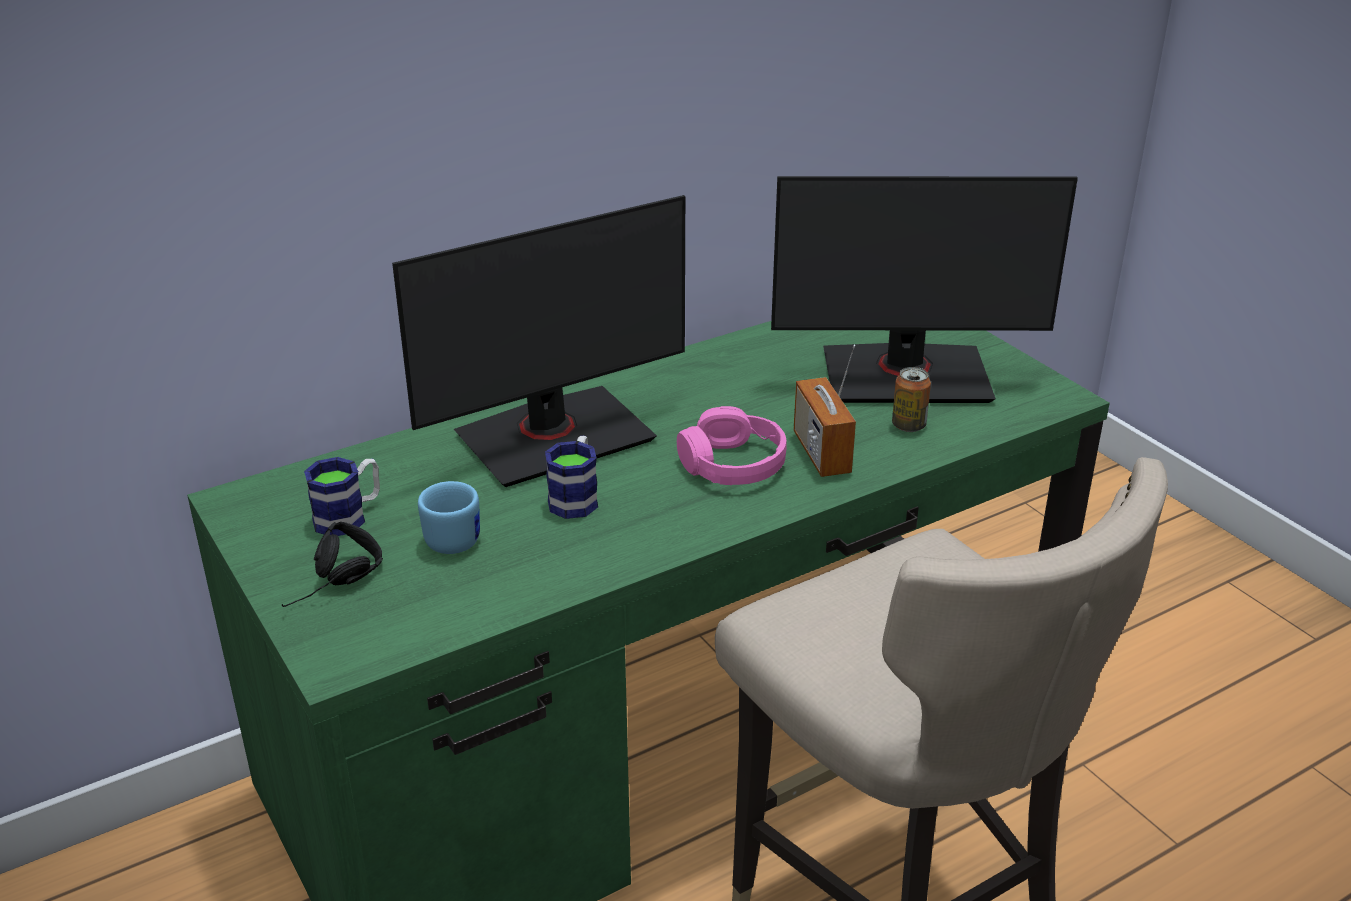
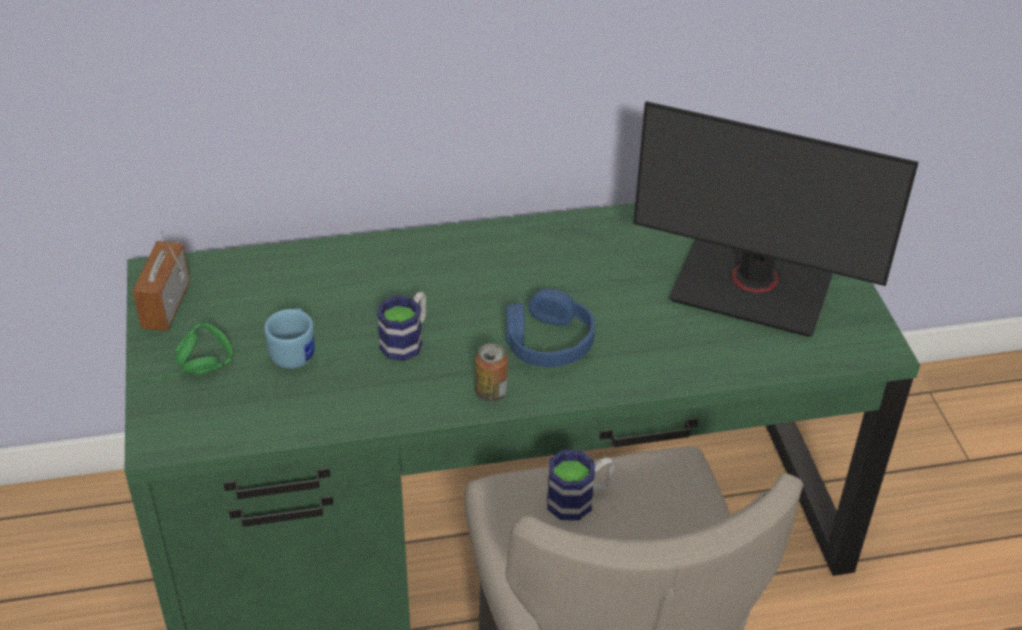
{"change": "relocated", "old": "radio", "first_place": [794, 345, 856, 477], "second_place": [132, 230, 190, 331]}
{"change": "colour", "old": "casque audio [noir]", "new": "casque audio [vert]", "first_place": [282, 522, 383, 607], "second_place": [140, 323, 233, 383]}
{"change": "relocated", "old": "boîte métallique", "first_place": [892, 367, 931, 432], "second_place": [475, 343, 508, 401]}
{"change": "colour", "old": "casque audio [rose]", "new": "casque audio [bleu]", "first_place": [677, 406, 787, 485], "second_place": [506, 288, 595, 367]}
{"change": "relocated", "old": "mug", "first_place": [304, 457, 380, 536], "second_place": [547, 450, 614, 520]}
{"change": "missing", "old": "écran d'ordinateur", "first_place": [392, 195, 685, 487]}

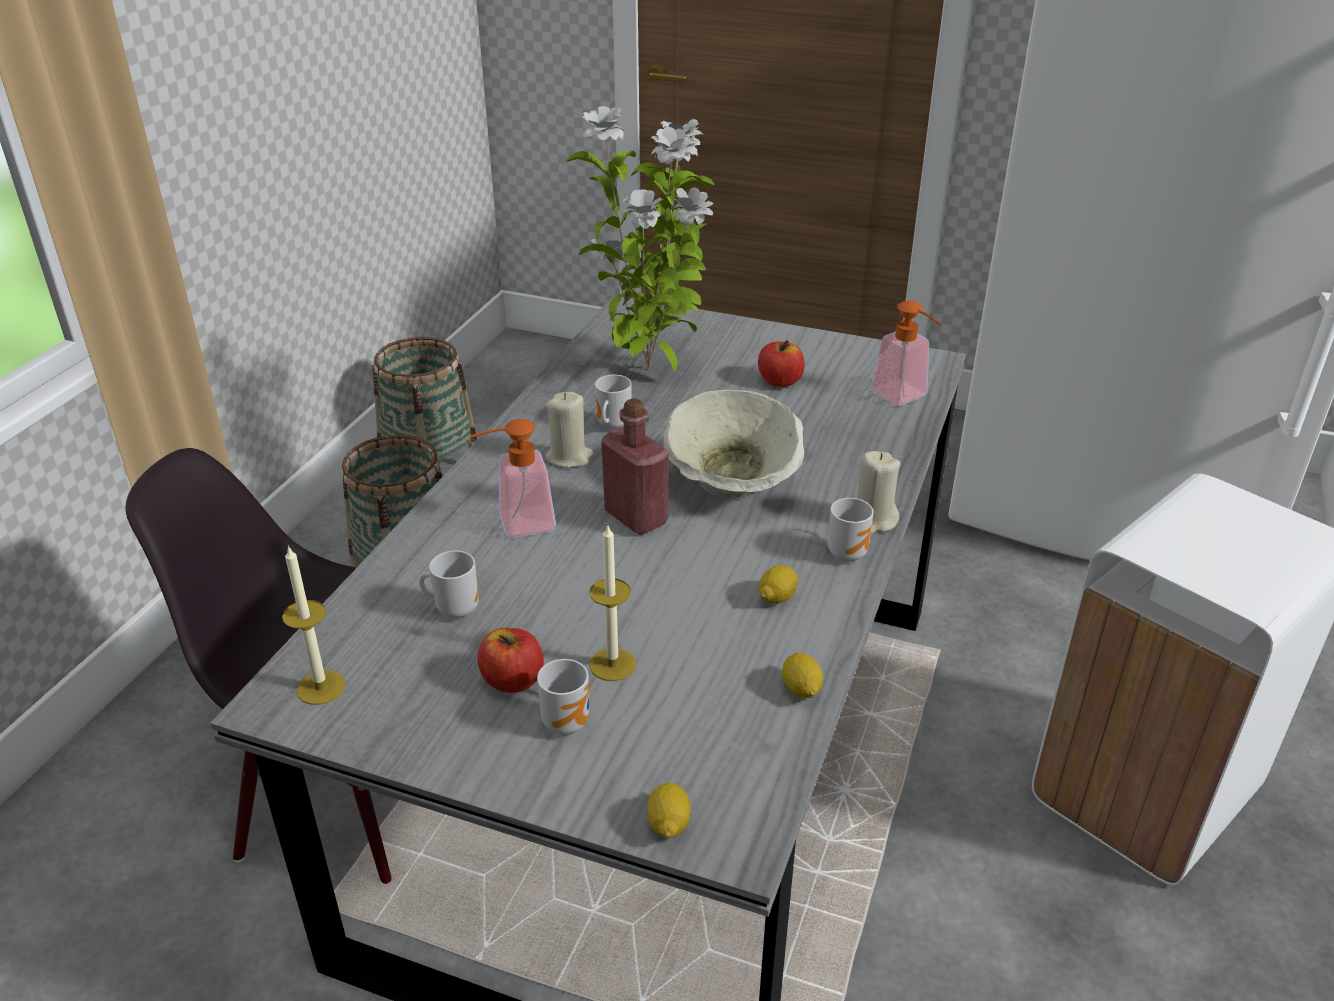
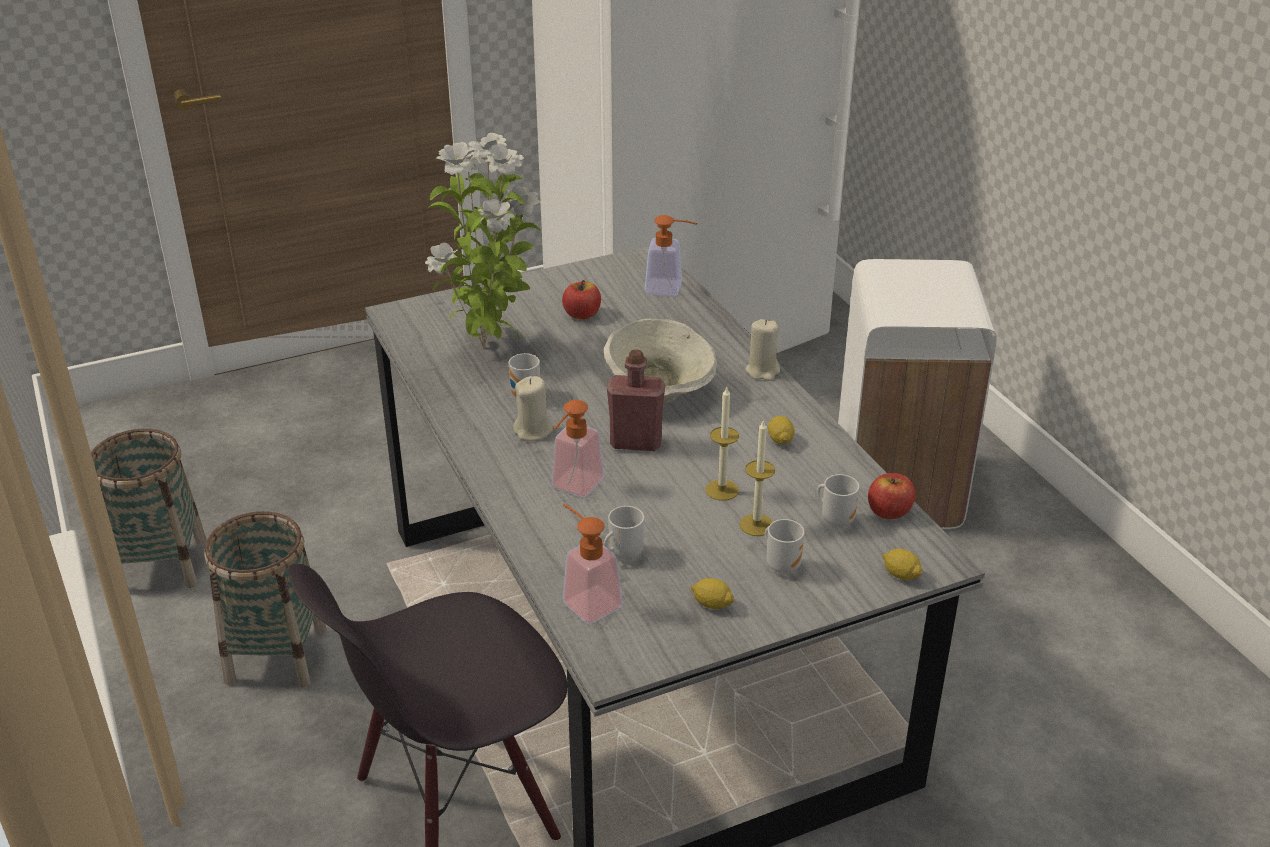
{"change": "appeared", "new": "distributeur de savon", "second_place": [563, 504, 623, 624]}
{"change": "relocated", "old": "citron", "first_place": [782, 653, 823, 698], "second_place": [690, 578, 735, 609]}
{"change": "relocated", "old": "bougie", "first_place": [282, 545, 346, 705], "second_place": [705, 386, 739, 501]}
{"change": "relocated", "old": "mug", "first_place": [828, 498, 874, 562], "second_place": [817, 474, 860, 527]}
{"change": "relocated", "old": "pomme", "first_place": [478, 628, 544, 693], "second_place": [868, 473, 915, 519]}

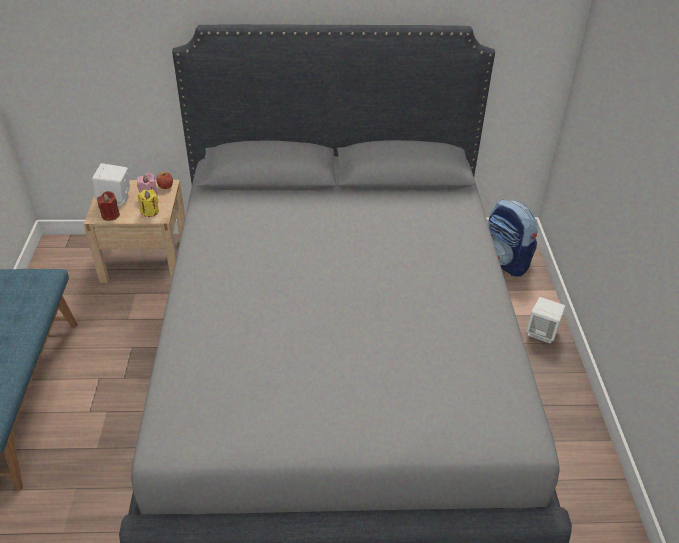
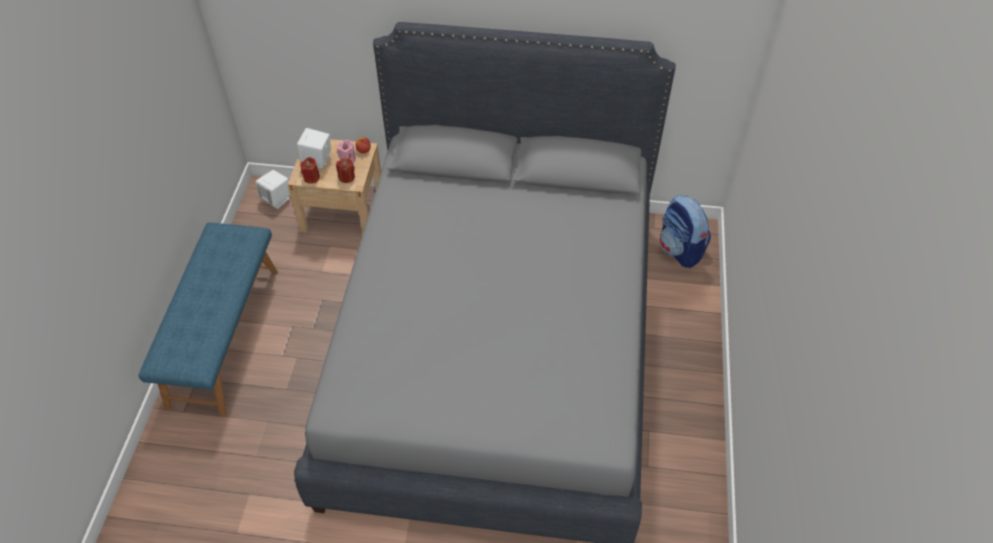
{"change": "relocated", "old": "enceinte [blanc]", "first_place": [526, 297, 565, 343], "second_place": [256, 170, 290, 209]}
{"change": "colour", "old": "bougie [jaune]", "new": "bougie [rouge]", "first_place": [138, 189, 159, 217], "second_place": [336, 158, 355, 183]}

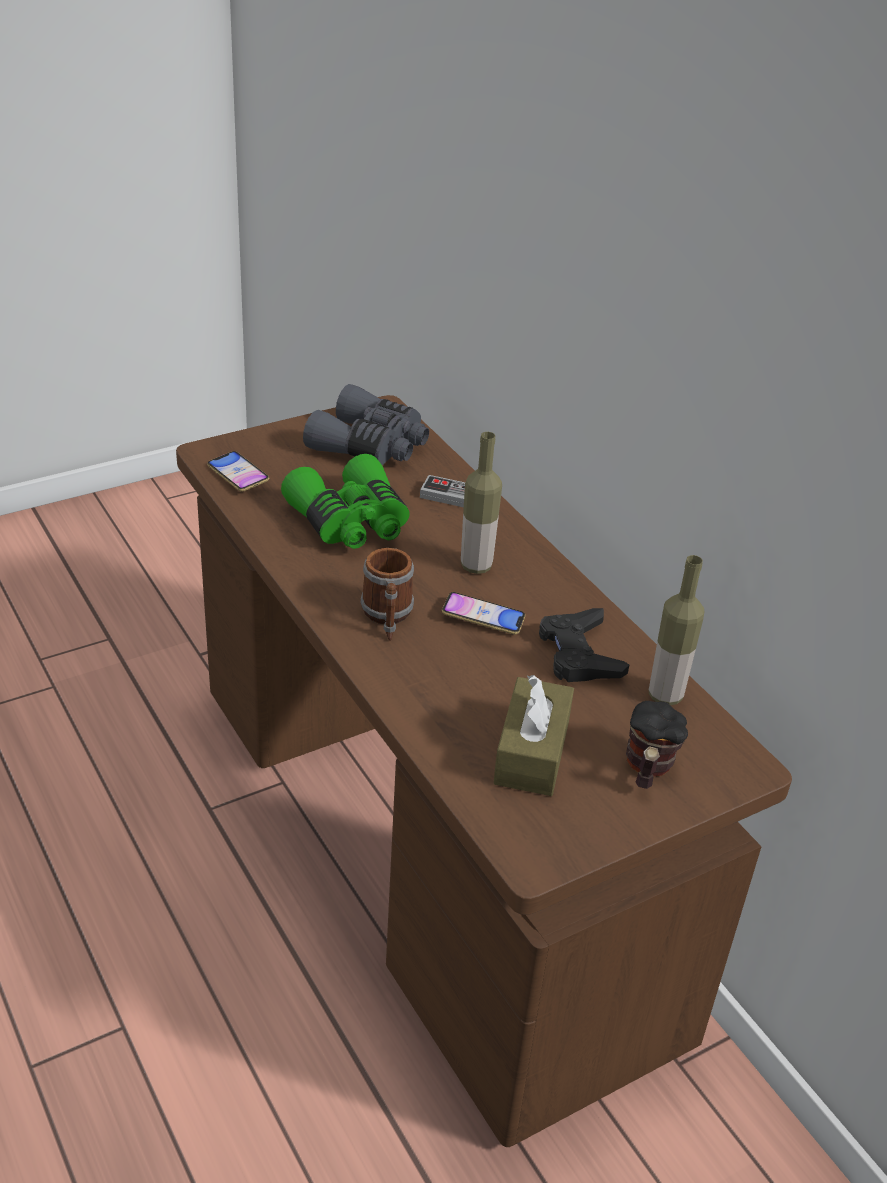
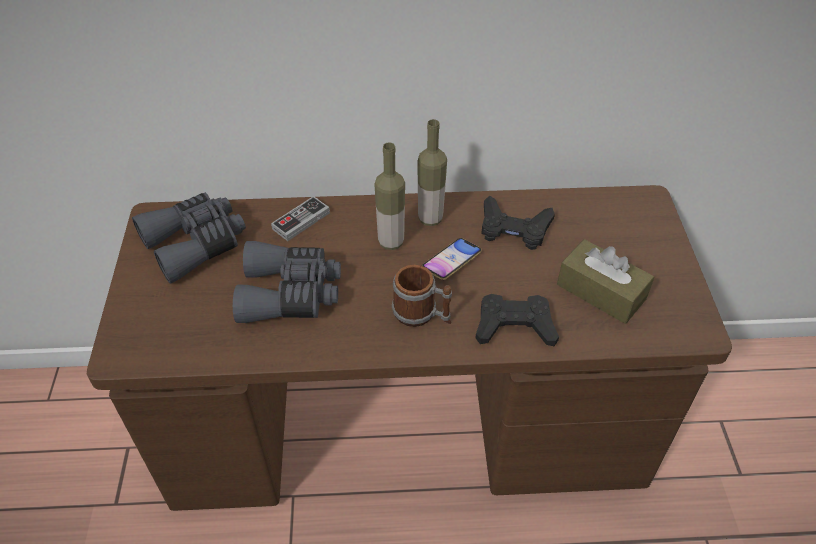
{"change": "colour", "old": "jumelles [vert]", "new": "jumelles [gris]", "first_place": [281, 454, 410, 549], "second_place": [233, 241, 341, 323]}
{"change": "relocated", "old": "bouteille", "first_place": [649, 555, 704, 705], "second_place": [417, 119, 447, 226]}
{"change": "appeared", "new": "manette [noir]", "second_place": [475, 294, 559, 346]}
{"change": "missing", "old": "téléphone", "first_place": [207, 451, 269, 491]}
{"change": "missing", "old": "mug", "first_place": [626, 701, 688, 789]}

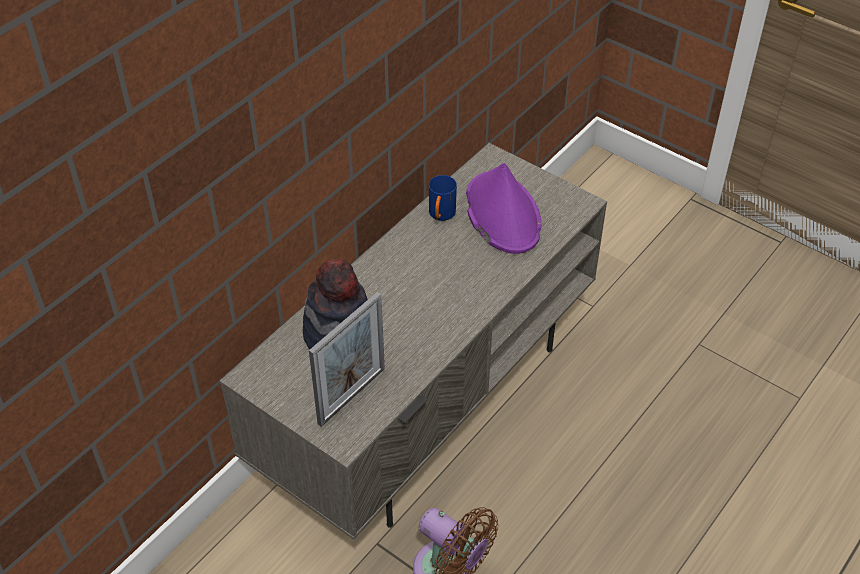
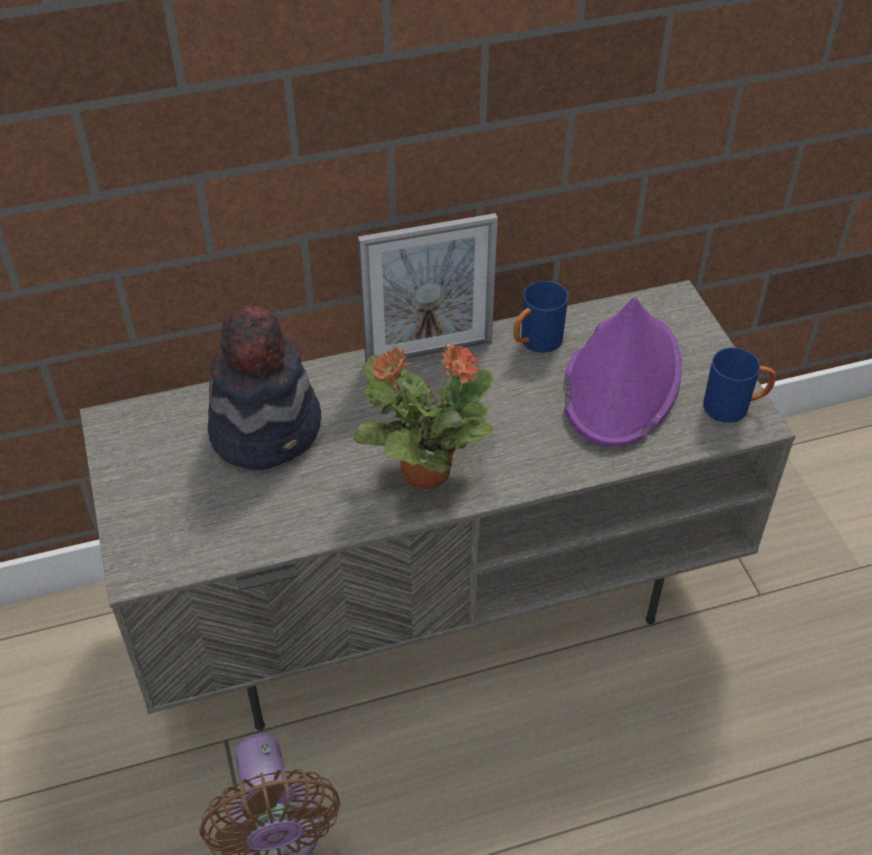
{"change": "appeared", "new": "plante en pot", "second_place": [353, 343, 494, 489]}
{"change": "relocated", "old": "cadre photo", "first_place": [309, 292, 385, 427], "second_place": [358, 213, 498, 362]}
{"change": "appeared", "new": "mug [bleu]", "second_place": [703, 348, 776, 423]}

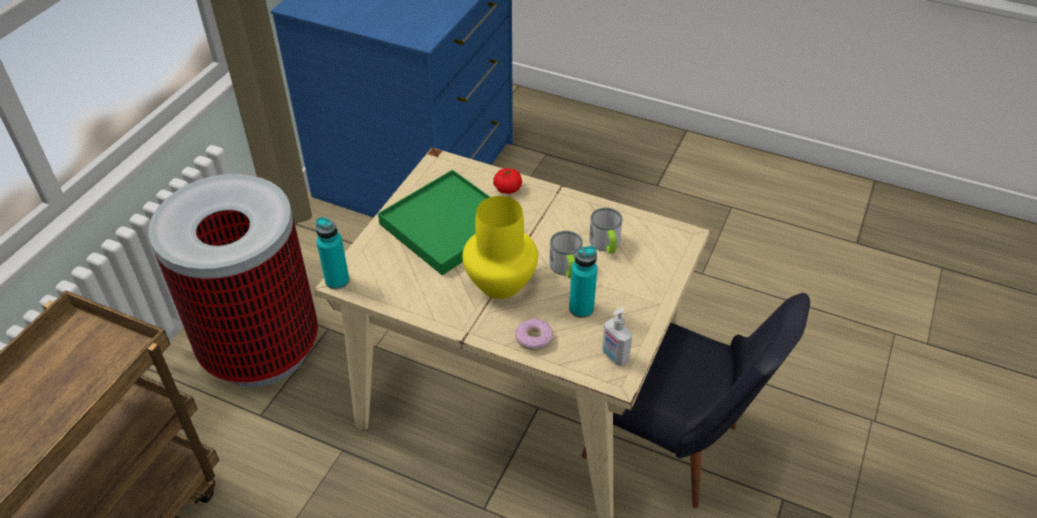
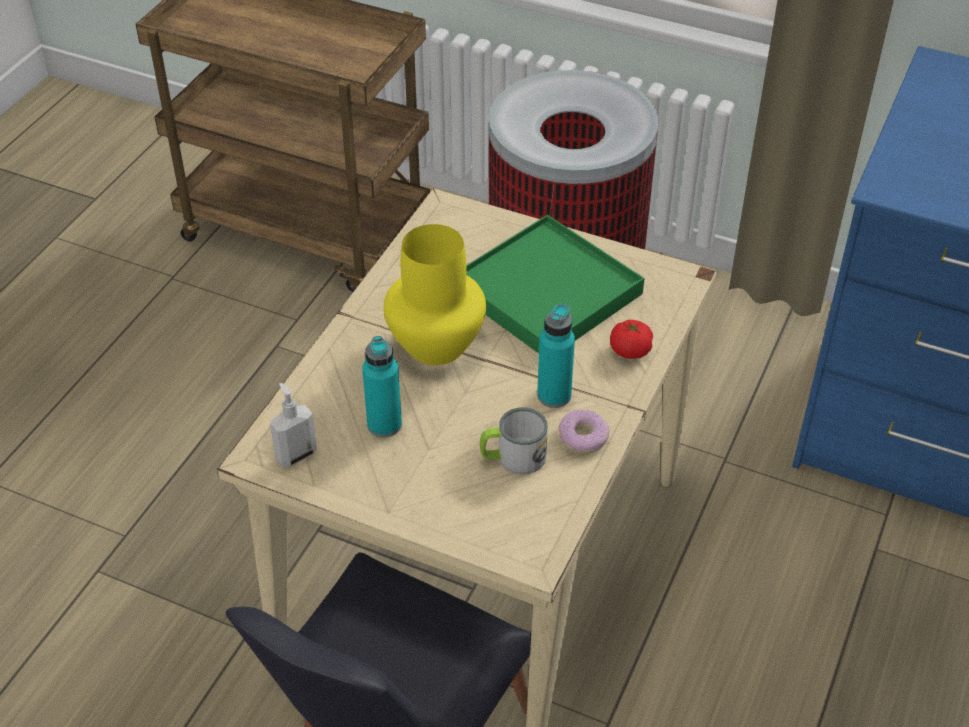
{"change": "relocated", "old": "bouteille [turquoise]", "first_place": [315, 217, 349, 290], "second_place": [537, 303, 575, 408]}
{"change": "relocated", "old": "beignet", "first_place": [515, 319, 554, 350], "second_place": [558, 410, 609, 454]}
{"change": "missing", "old": "mug", "first_place": [549, 231, 583, 278]}

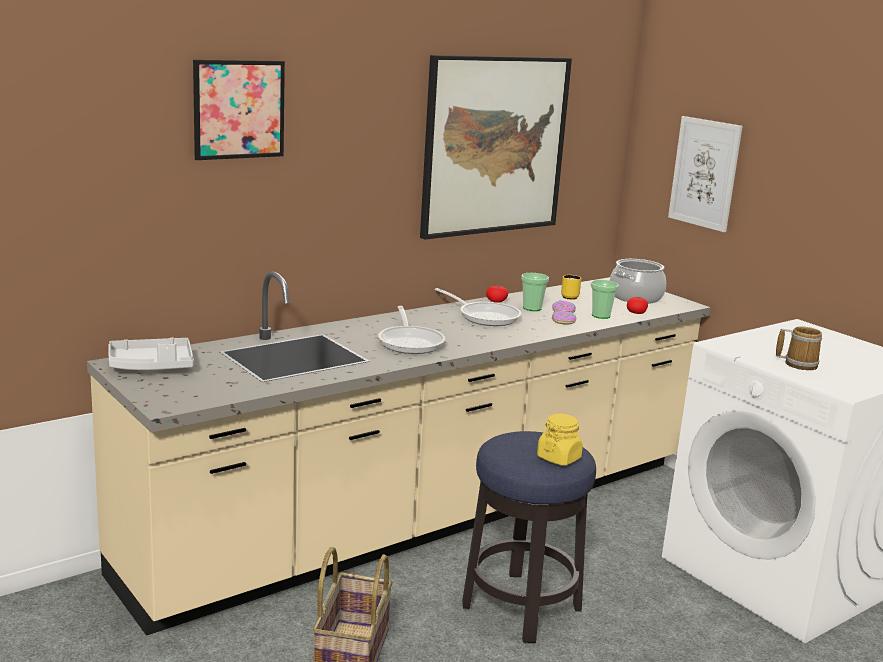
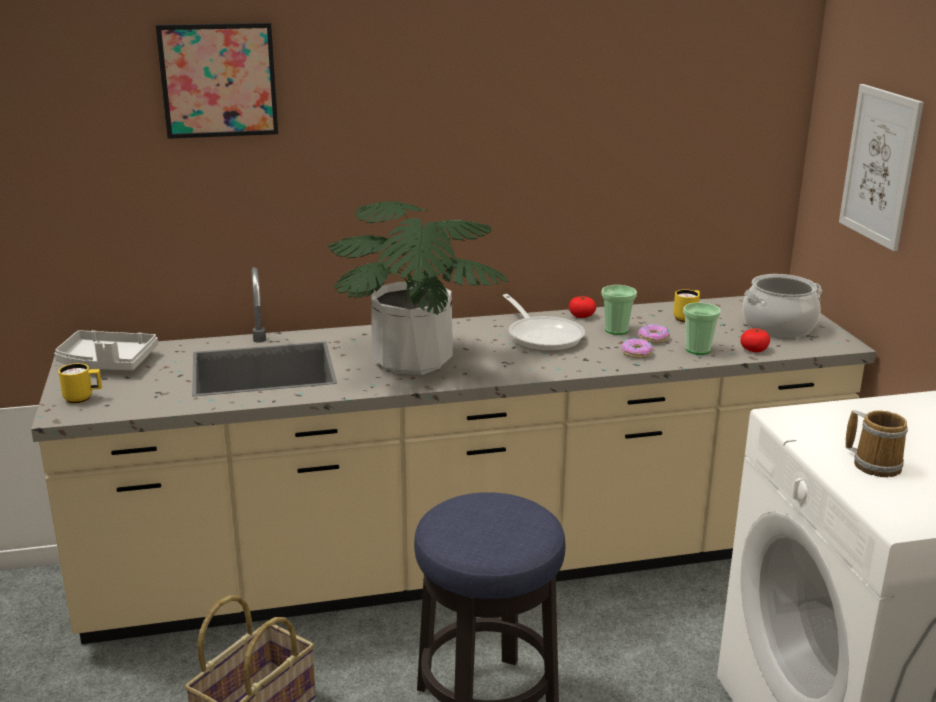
{"change": "appeared", "new": "mug [jaune]", "second_place": [58, 363, 102, 404]}
{"change": "exchanged", "old": "poêle", "new": "plante en pot", "first_place": [378, 306, 445, 354], "second_place": [328, 201, 508, 375]}
{"change": "missing", "old": "tableau", "first_place": [420, 55, 572, 239]}
{"change": "missing", "old": "bocal [jaune]", "first_place": [537, 414, 583, 466]}

